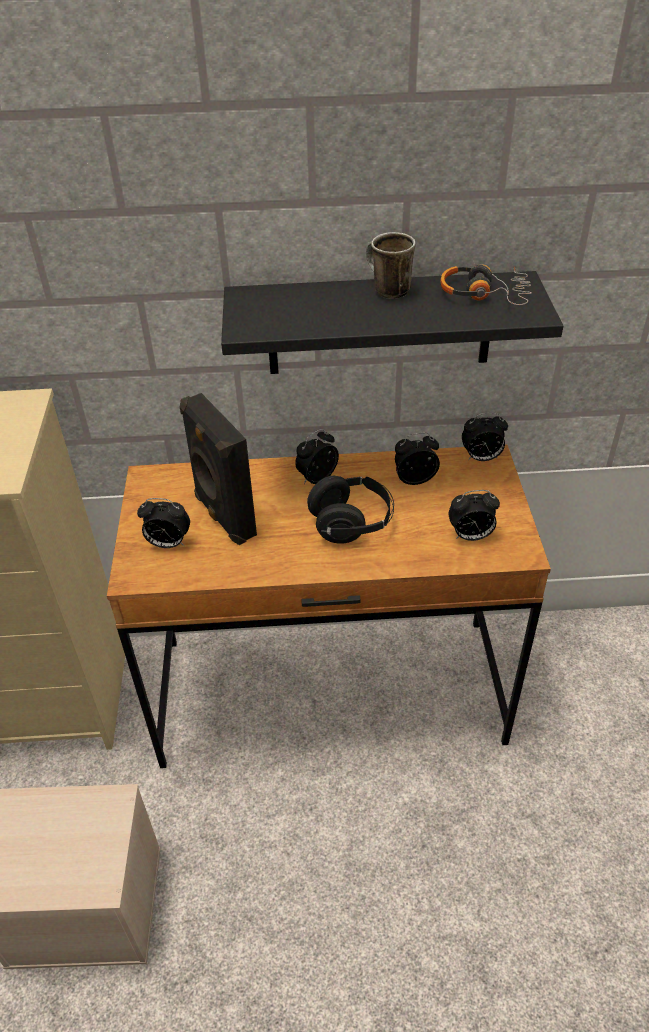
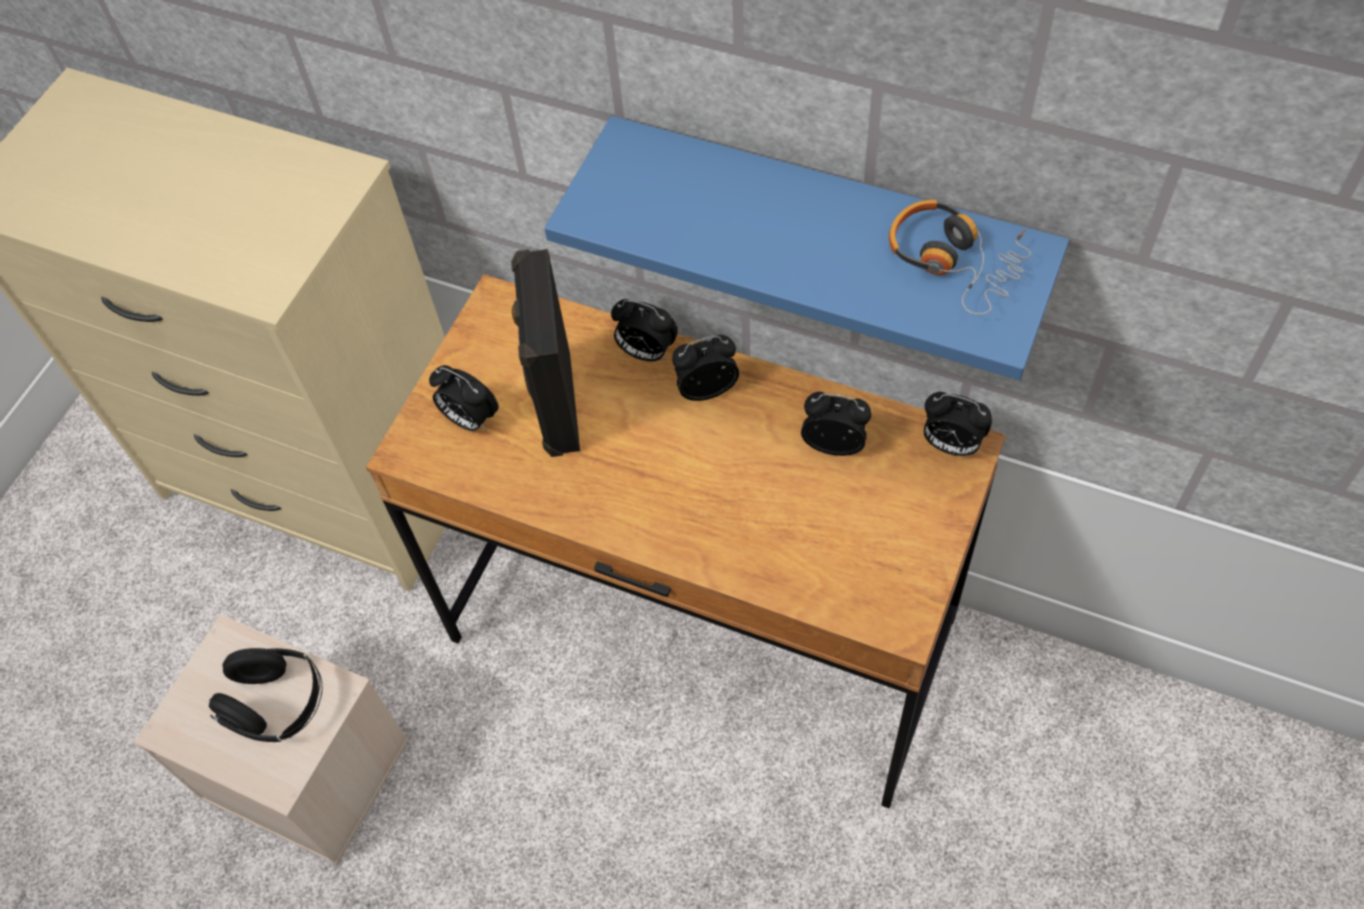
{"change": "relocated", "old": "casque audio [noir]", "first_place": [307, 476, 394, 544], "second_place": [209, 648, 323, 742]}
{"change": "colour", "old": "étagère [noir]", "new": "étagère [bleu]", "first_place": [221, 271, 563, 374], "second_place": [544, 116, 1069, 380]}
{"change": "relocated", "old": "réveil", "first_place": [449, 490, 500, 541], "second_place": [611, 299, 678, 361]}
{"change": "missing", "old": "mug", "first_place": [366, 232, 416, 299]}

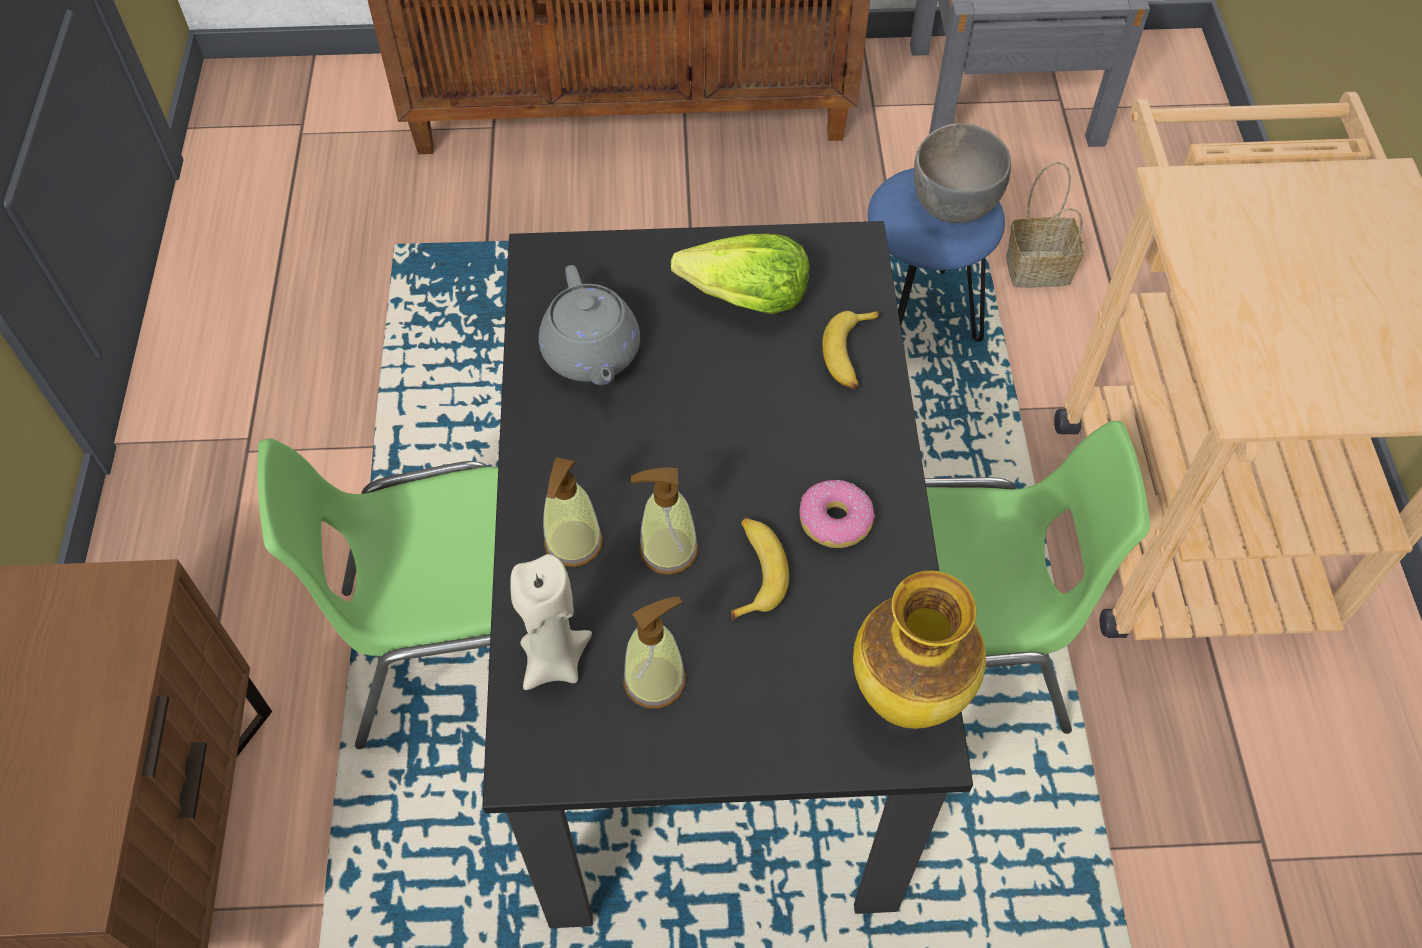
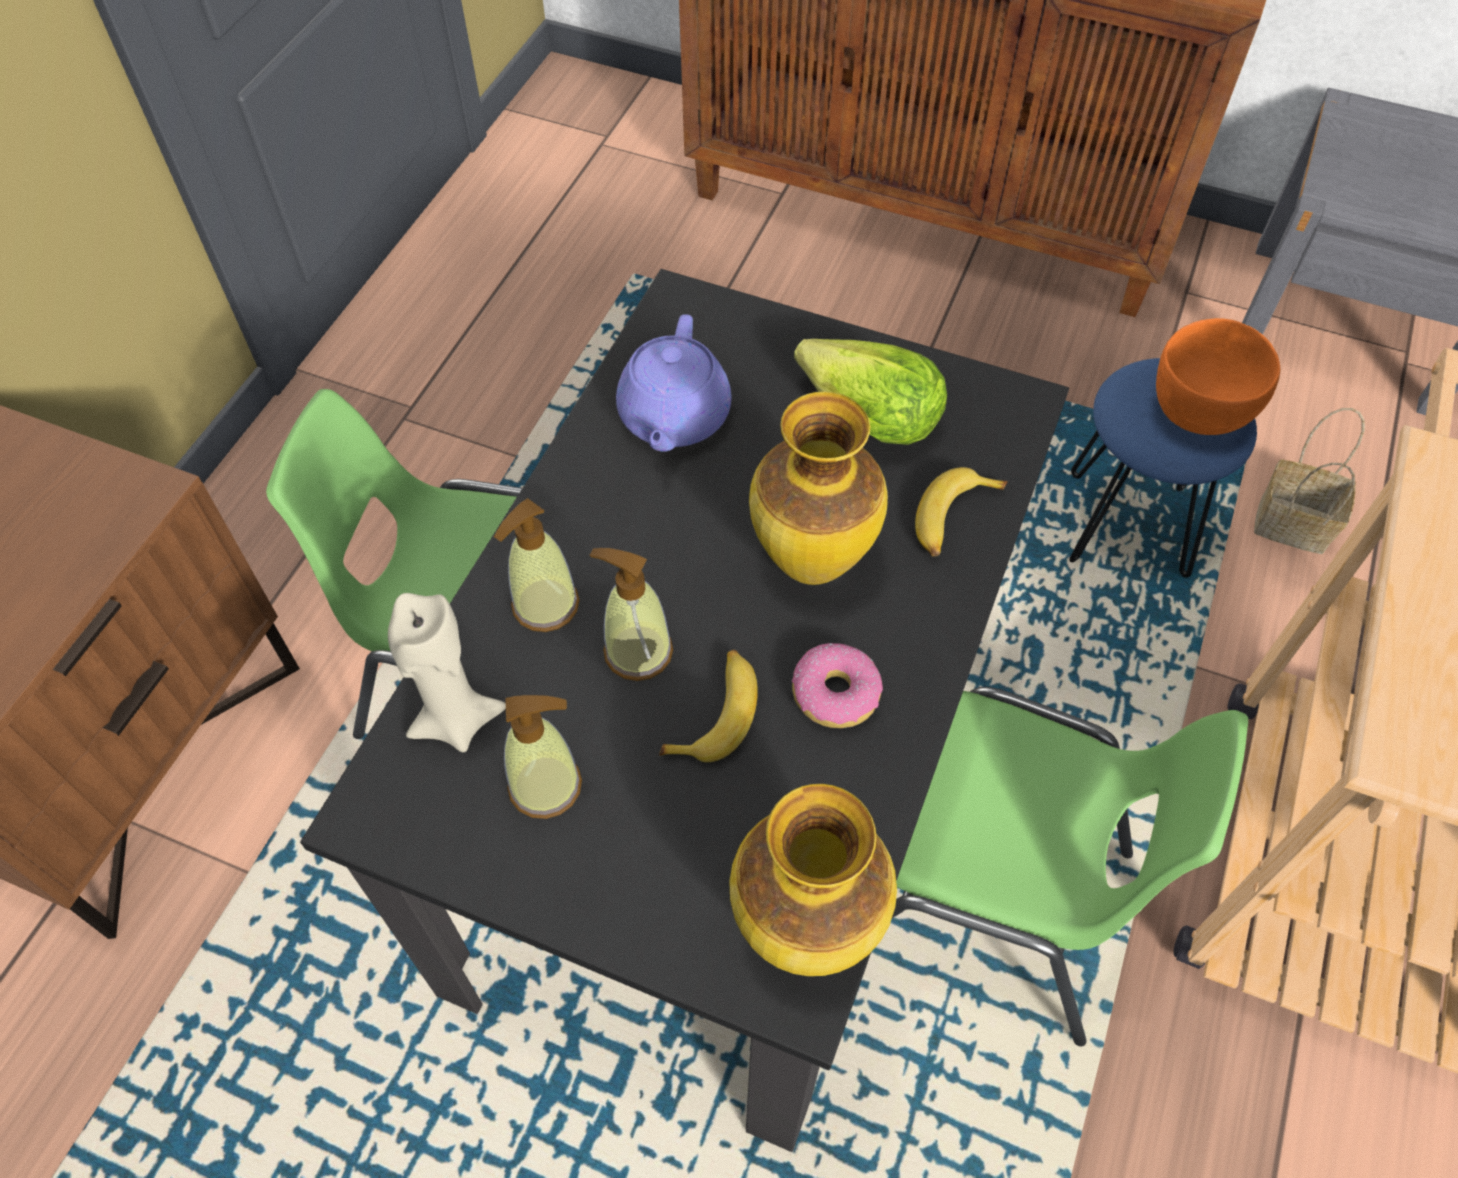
{"change": "colour", "old": "théière [gris]", "new": "théière [violet]", "first_place": [539, 265, 640, 385], "second_place": [616, 314, 732, 452]}
{"change": "appeared", "new": "vase", "second_place": [749, 391, 888, 585]}
{"change": "colour", "old": "bol [gris]", "new": "bol [orange]", "first_place": [914, 123, 1011, 223], "second_place": [1156, 318, 1280, 435]}

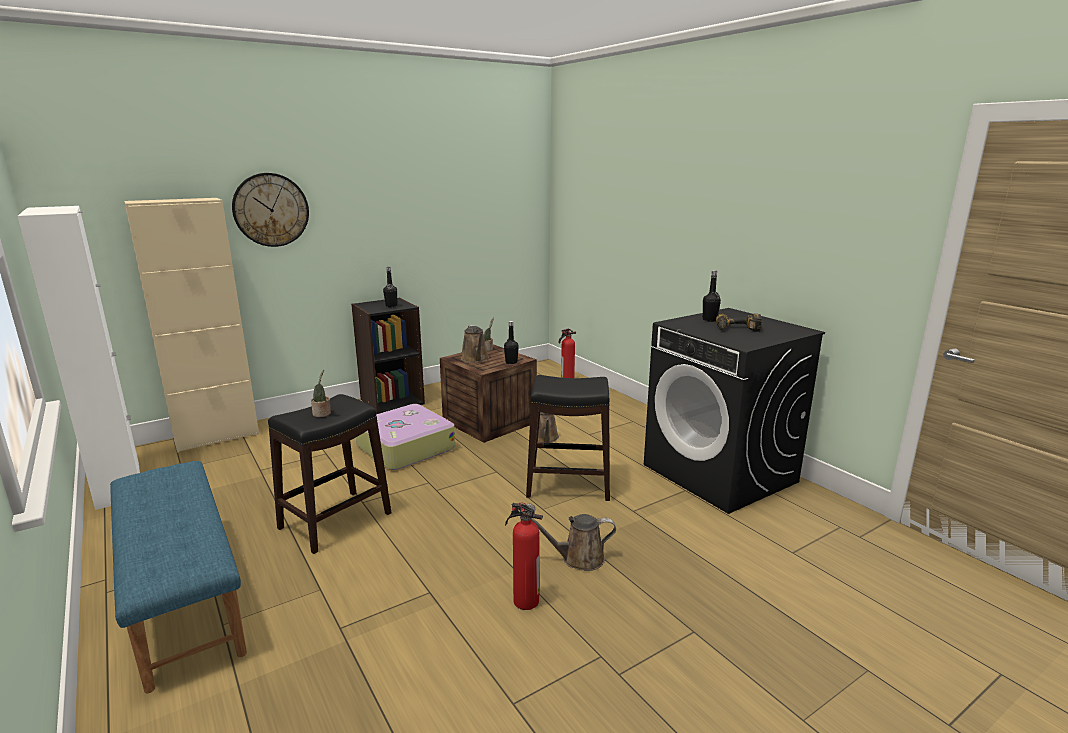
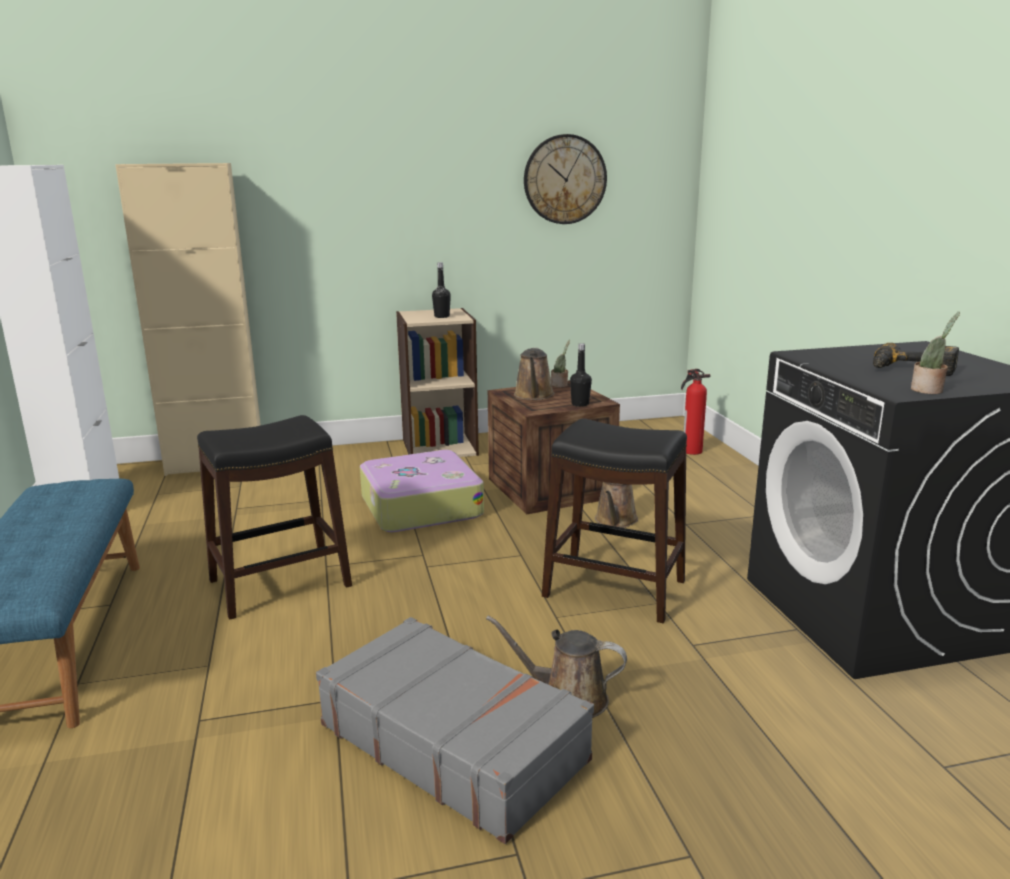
{"change": "exchanged", "old": "extincteur", "new": "valise [gris]", "first_place": [505, 502, 543, 610], "second_place": [316, 617, 594, 844]}
{"change": "colour", "old": "bibliothèque [noir]", "new": "bibliothèque [beige]", "first_place": [351, 297, 425, 414], "second_place": [396, 308, 479, 457]}
{"change": "relocated", "old": "horloge murale", "first_place": [232, 173, 309, 247], "second_place": [524, 134, 607, 224]}
{"change": "relocated", "old": "plante en pot", "first_place": [311, 370, 331, 417], "second_place": [911, 312, 960, 394]}
{"change": "missing", "old": "bouteille [noir]", "first_place": [702, 270, 721, 322]}

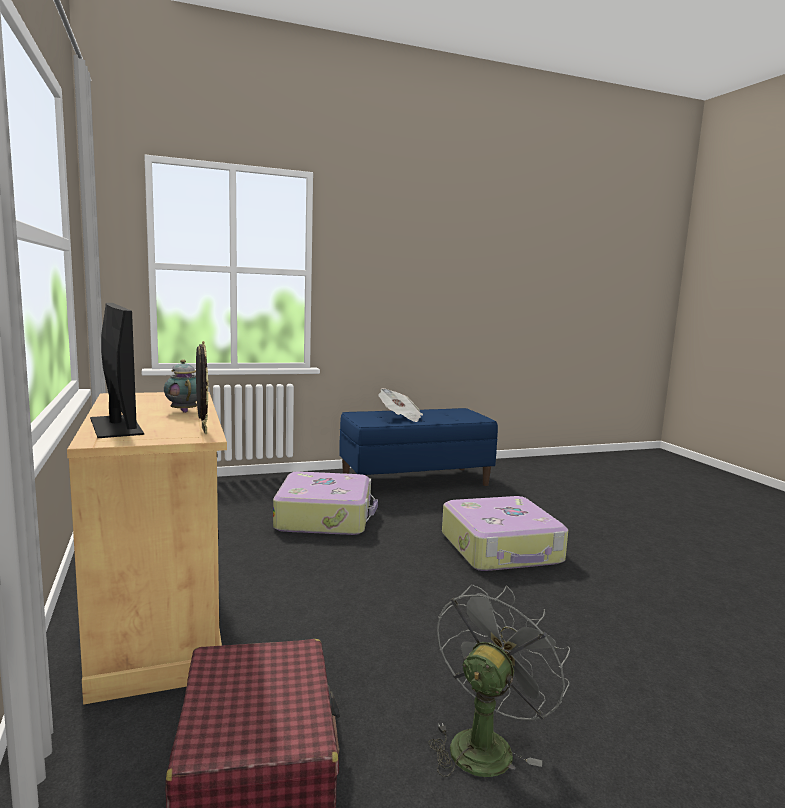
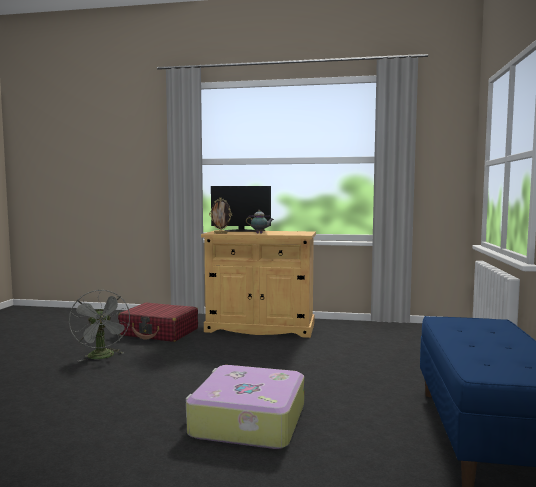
{"change": "missing", "old": "valise", "first_place": [273, 471, 378, 535]}
{"change": "missing", "old": "journal", "first_place": [378, 388, 423, 422]}

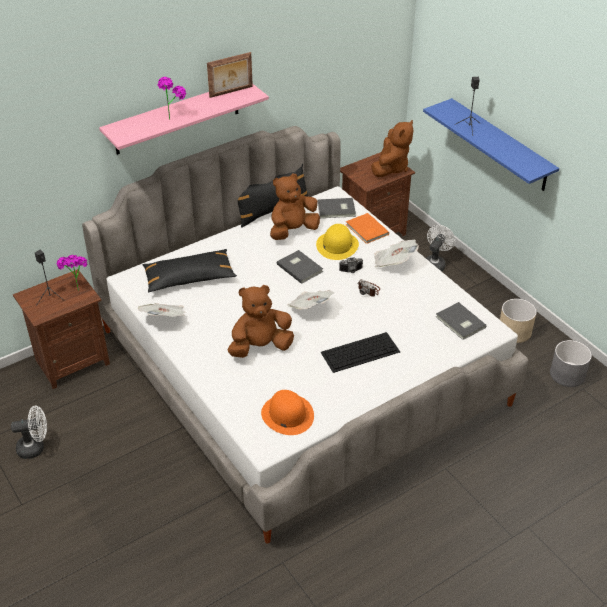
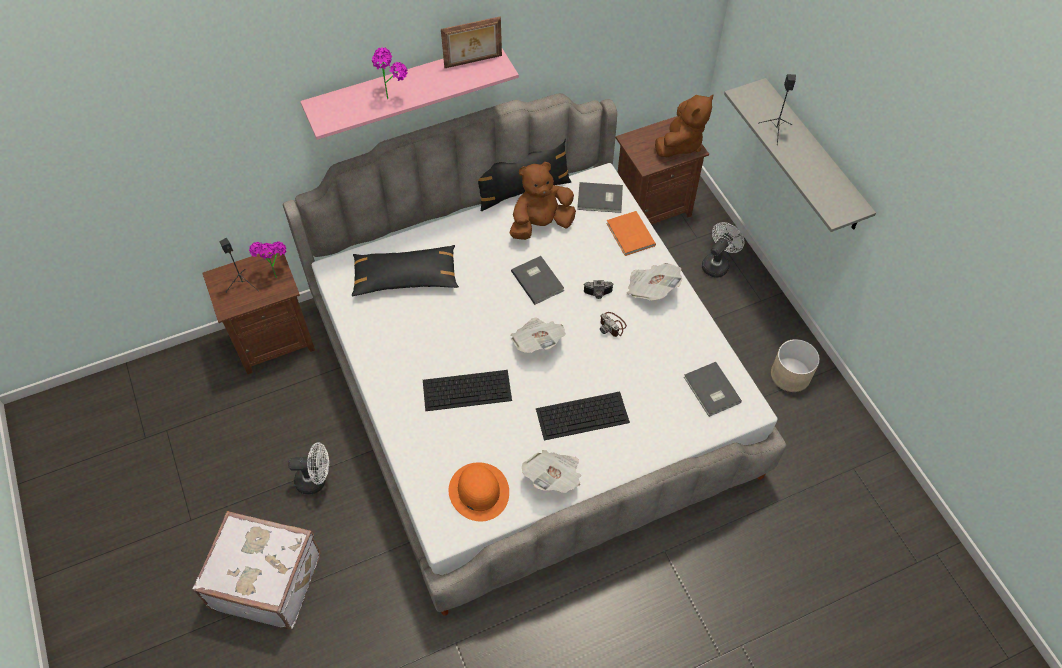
{"change": "appeared", "new": "valise [blanc]", "second_place": [192, 511, 320, 630]}
{"change": "relocated", "old": "ventilateur [blanc]", "first_place": [11, 406, 47, 459], "second_place": [288, 442, 329, 495]}
{"change": "exchanged", "old": "peluche [marron]", "new": "clavier", "first_place": [228, 285, 294, 358], "second_place": [423, 370, 512, 411]}
{"change": "relocated", "old": "journal", "first_place": [138, 303, 186, 317], "second_place": [522, 450, 581, 493]}
{"change": "colour", "old": "étagère [bleu]", "new": "étagère [gris]", "first_place": [423, 98, 559, 191], "second_place": [724, 78, 876, 232]}
{"change": "missing", "old": "chapeau [jaune]", "first_place": [316, 224, 359, 260]}
{"change": "missing", "old": "cache-pot [gris]", "first_place": [550, 340, 592, 387]}

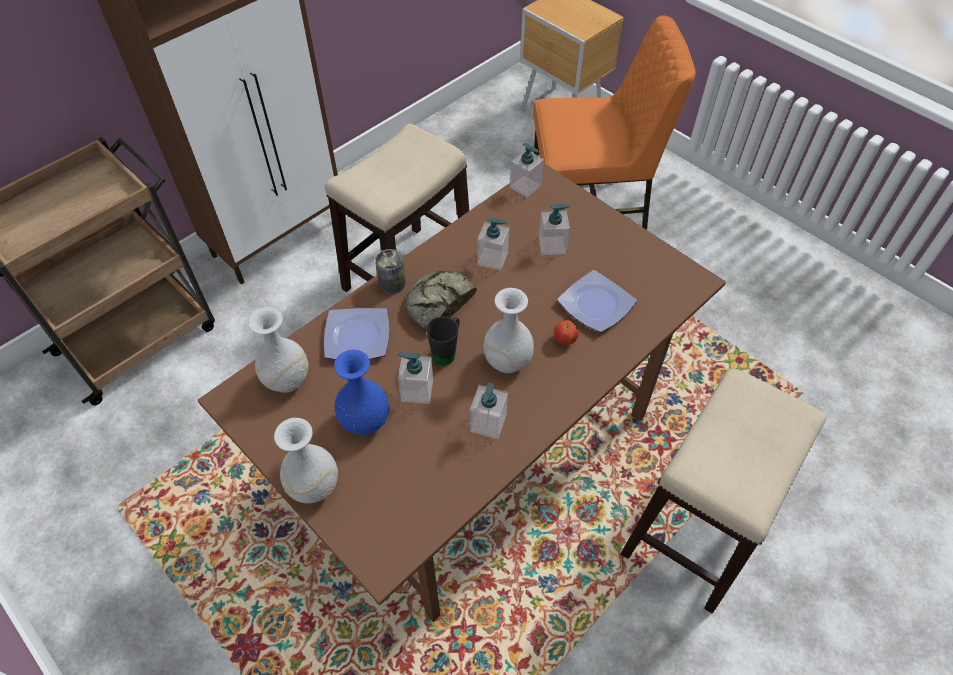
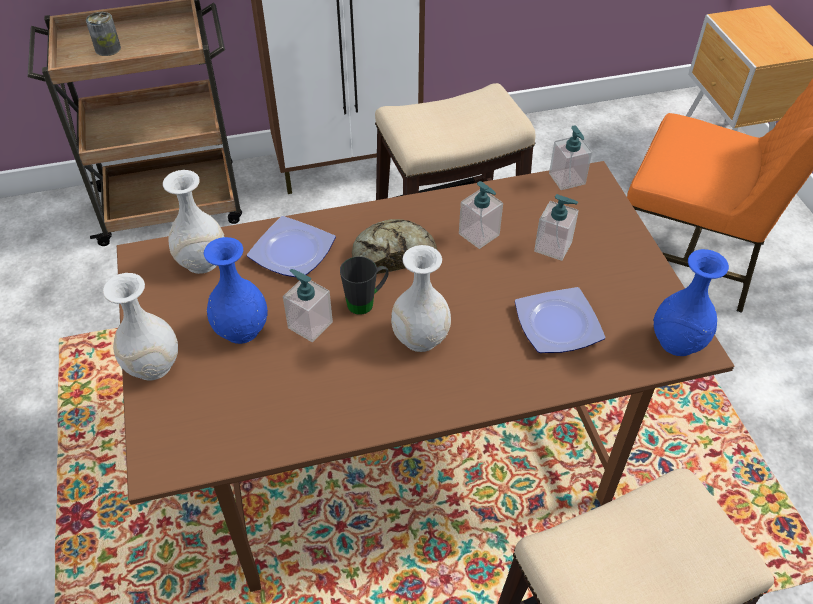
{"change": "relocated", "old": "boîte métallique", "first_place": [375, 249, 406, 294], "second_place": [86, 12, 121, 56]}
{"change": "appeared", "new": "vase [bleu]", "second_place": [654, 249, 729, 356]}
{"change": "missing", "old": "distributeur de savon", "first_place": [470, 383, 508, 439]}
{"change": "missing", "old": "pomme", "first_place": [554, 320, 579, 345]}

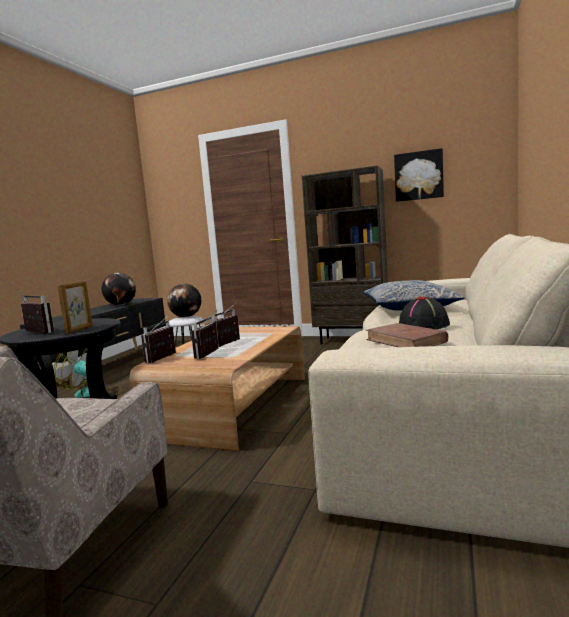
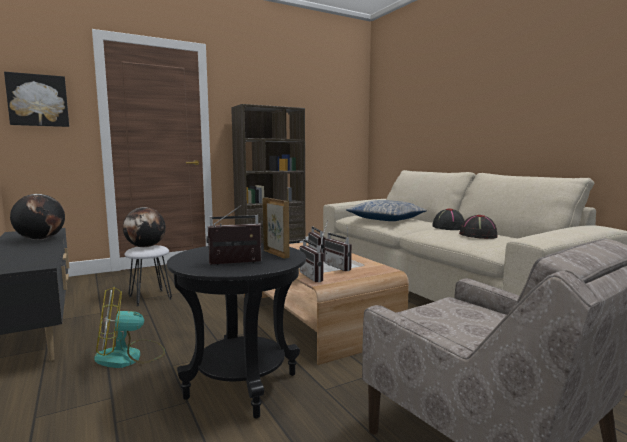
{"change": "relocated", "old": "tableau", "first_place": [394, 148, 444, 202], "second_place": [4, 72, 69, 127]}
{"change": "exchanged", "old": "livre [marron]", "new": "chapeau [noir]", "first_place": [366, 323, 448, 347], "second_place": [459, 215, 498, 239]}

